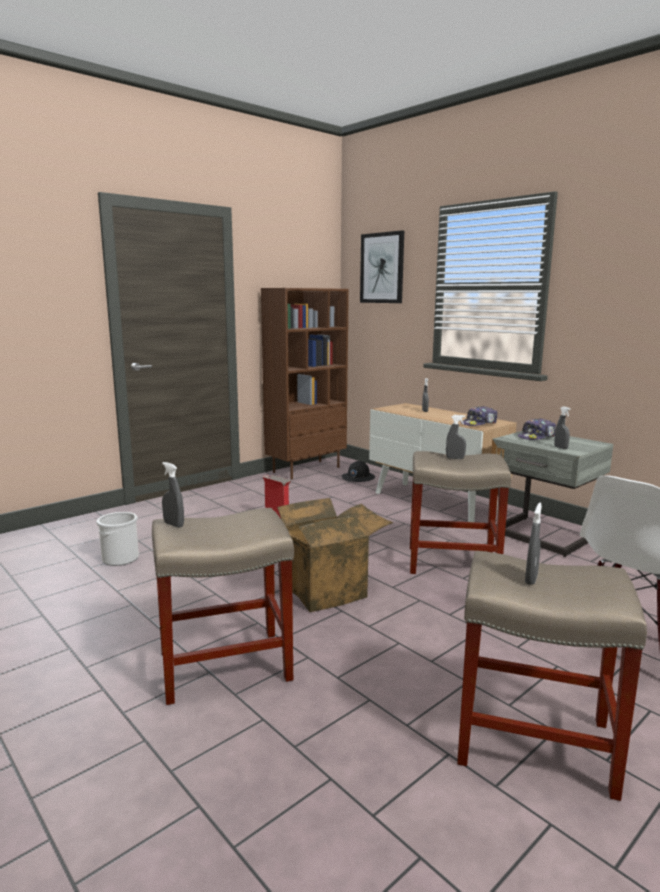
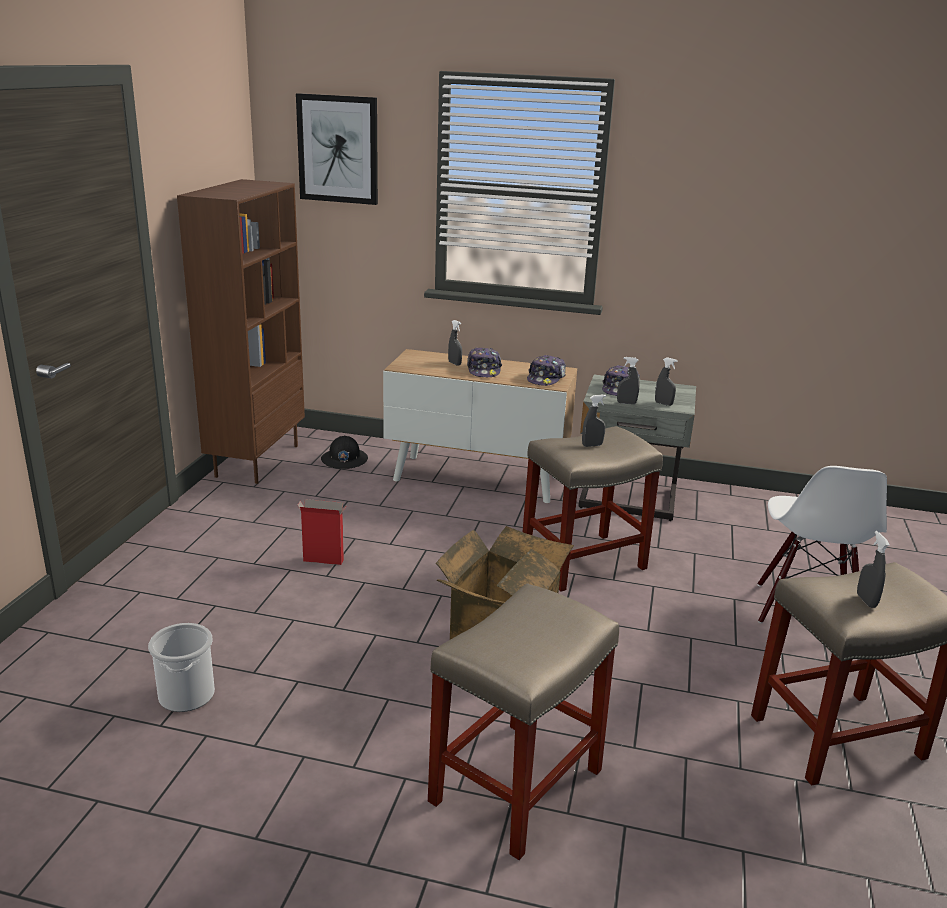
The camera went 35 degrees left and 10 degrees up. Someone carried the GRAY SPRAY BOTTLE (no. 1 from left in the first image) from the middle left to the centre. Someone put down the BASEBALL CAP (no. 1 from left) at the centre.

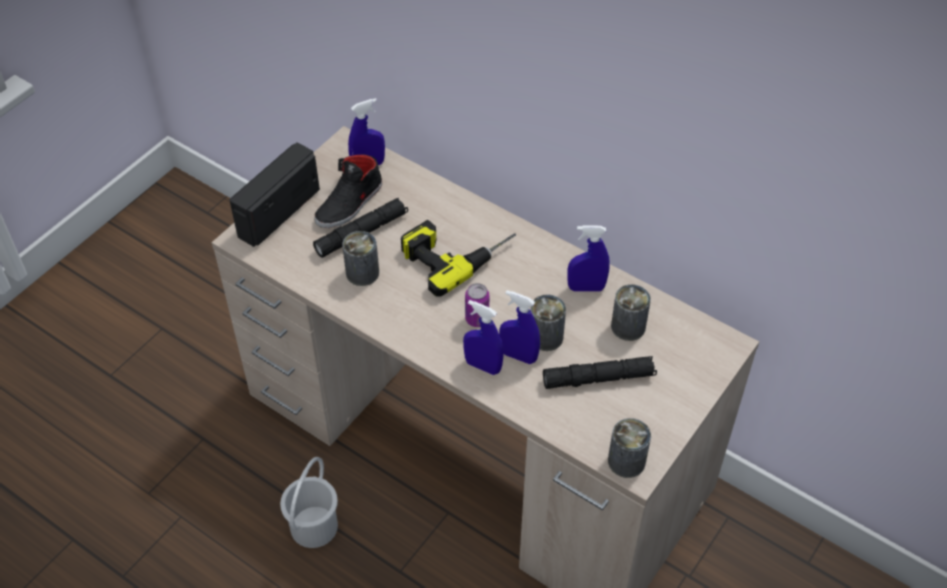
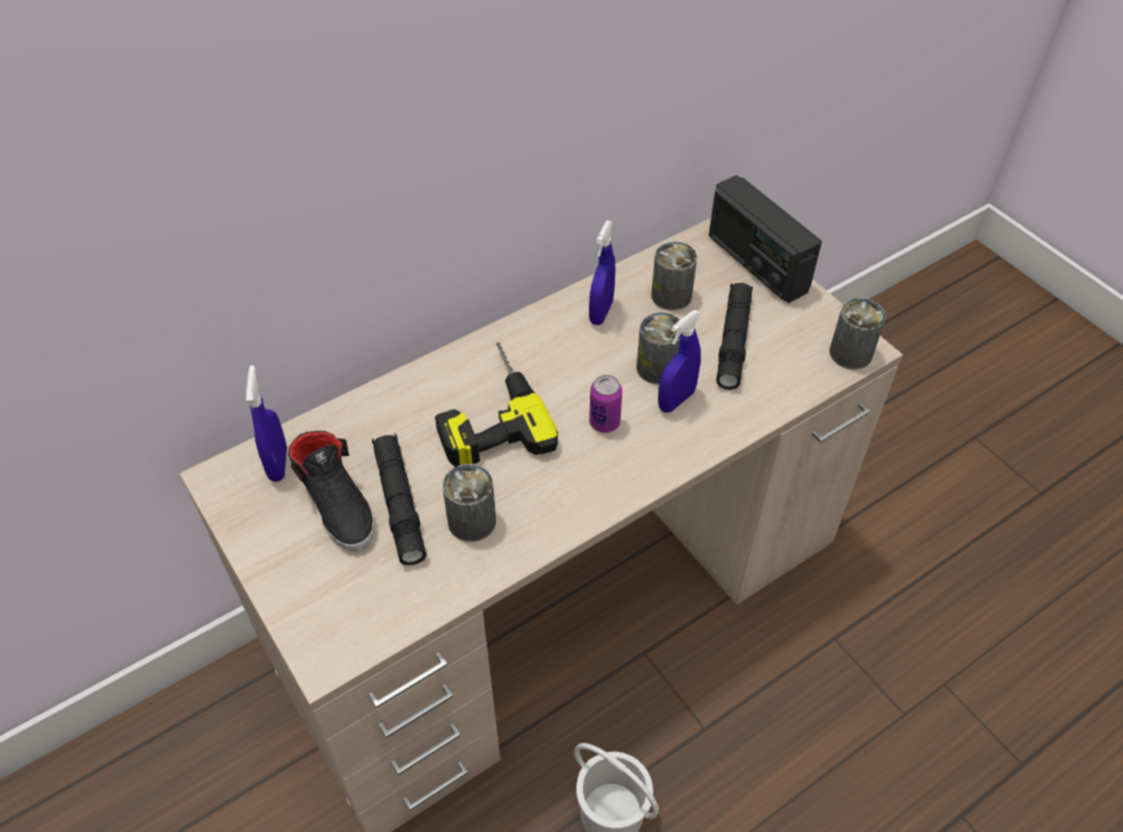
The camera went 70 degrees left and 0 degrees up. Someone carried the RADIO from the top left to the top right. Someone took away the BLUISH SPRAY BOTTLE (no. 2 from left) at the centre.

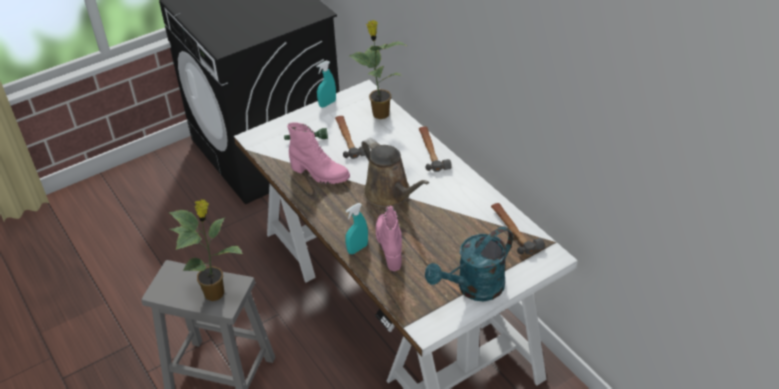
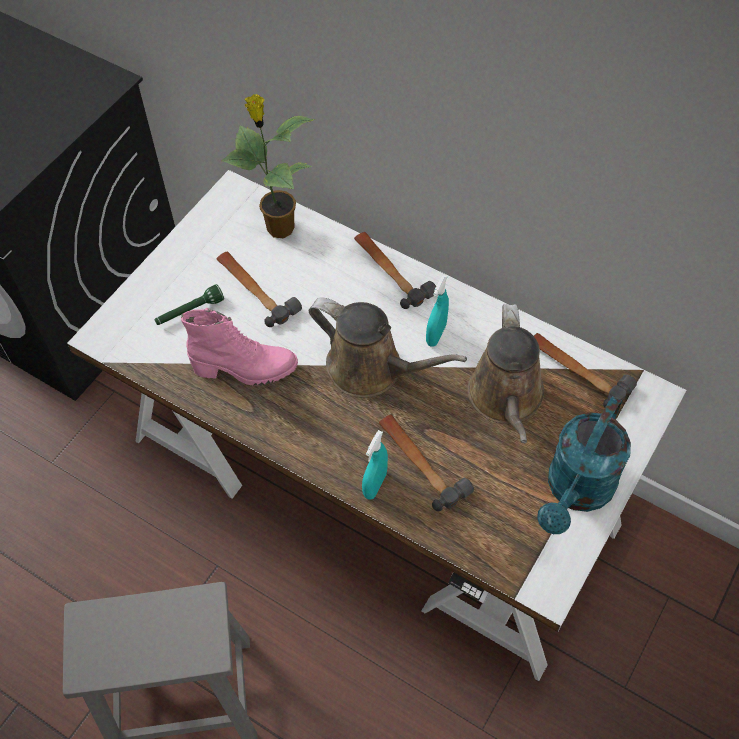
The camera went 25 degrees left and 15 degrees up. Someone carried the BLUE-GREEN SPRAY BOTTLE (no. 1 from left in the first image) from the top centre to the centre. Someone took away the HOUSEPLANT (no. 1 from left) at the middle left. Someone swapped the PINKISH TALL BOOT (no. 2 from left) at the centre for the HAMMER (no. 3 from left) at the centre. Someone put down the BROWN WATERING POT (no. 2 from left) at the middle right.

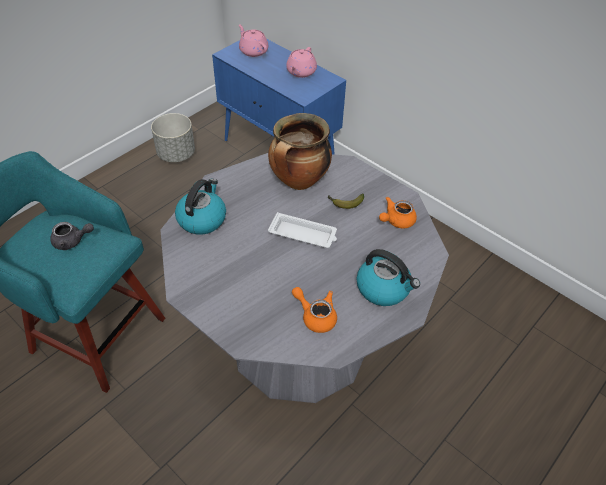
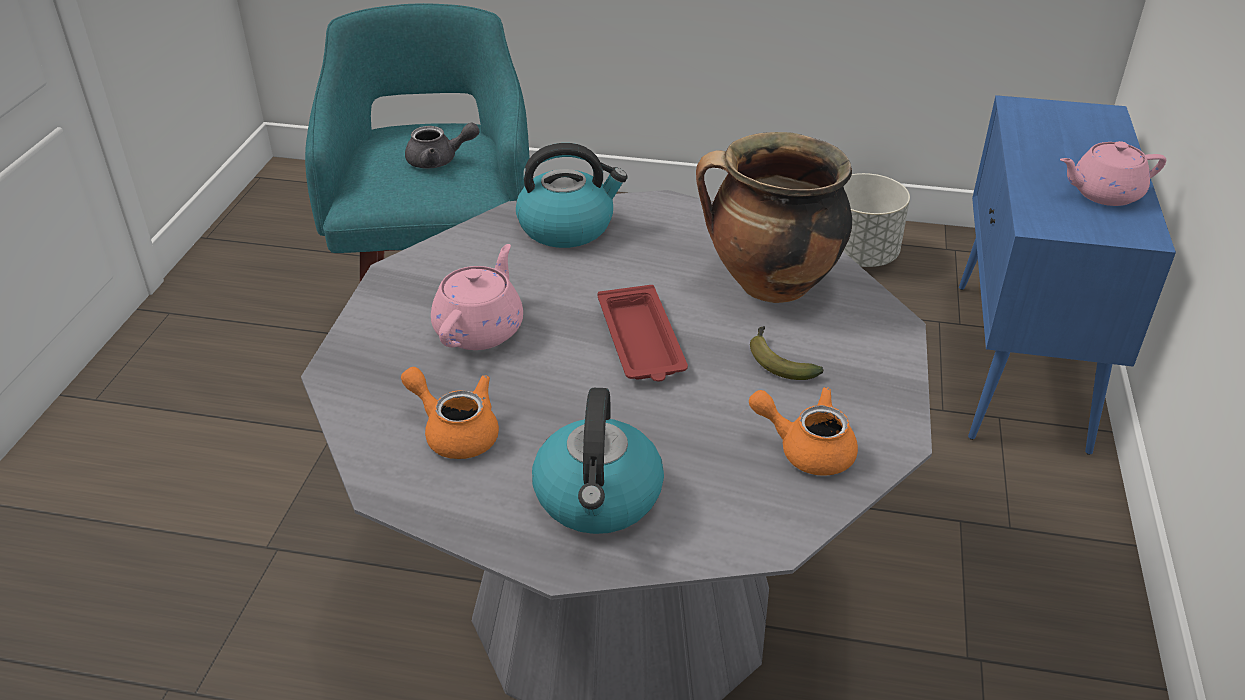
The camera went 60 degrees right and 10 degrees down. Someone carried the PINKISH POT FOR TEA (no. 1 from left) from the top centre to the centre. Someone repainted the WHITISH SERVING TRAY at the centre, which became the RED SERVING TRAY at the centre. Someone rotated the GRAY POT FOR TEA at the middle left by 60 degrees counterclockwise. Someone rotated the ORANGE POT FOR TEA (no. 1 from left) at the centre by 60 degrees counterclockwise.

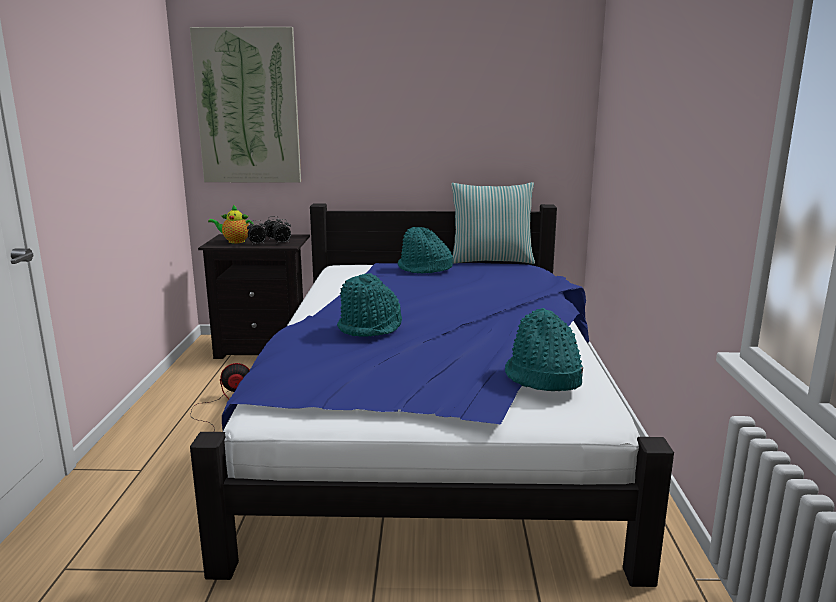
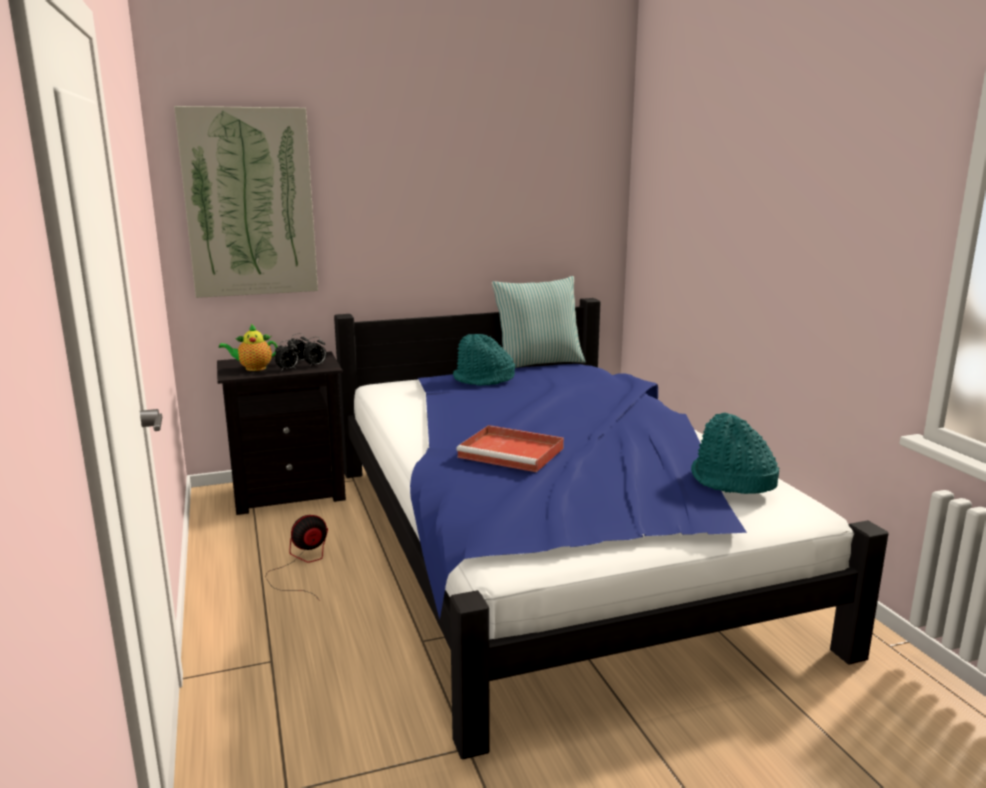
The camera went 20 degrees left and 0 degrees up. Someone swapped the BLUE-GREEN WEARABLE HAT (no. 1 from left) at the centre for the RED SERVING TRAY at the centre.

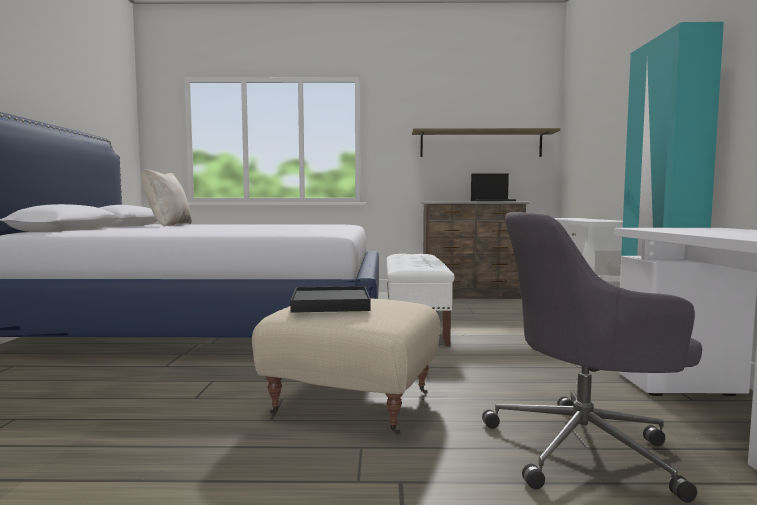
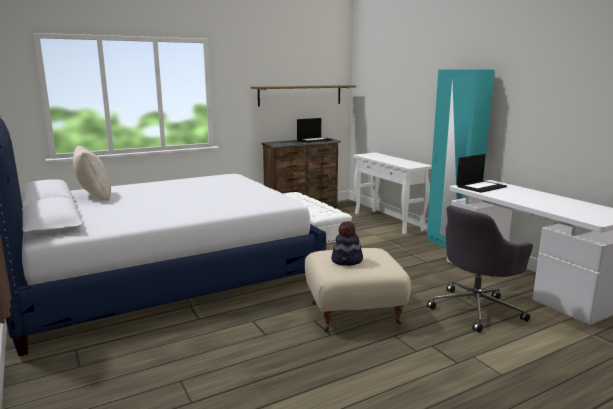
The camera went 30 degrees left and 10 degrees up. Someone swapped the BLACK-COLOURED SERVING TRAY at the centre for the WEARABLE HAT at the centre. Someone put down the NOTEBOOK COMPUTER (no. 2 from left) at the middle right.

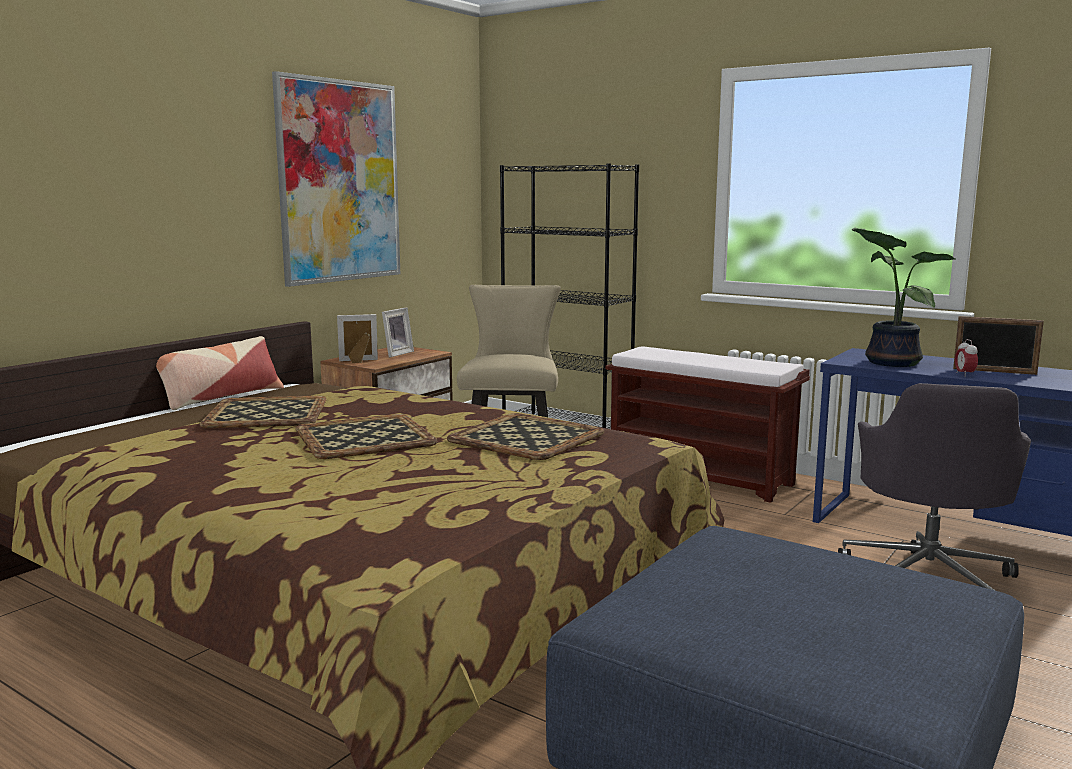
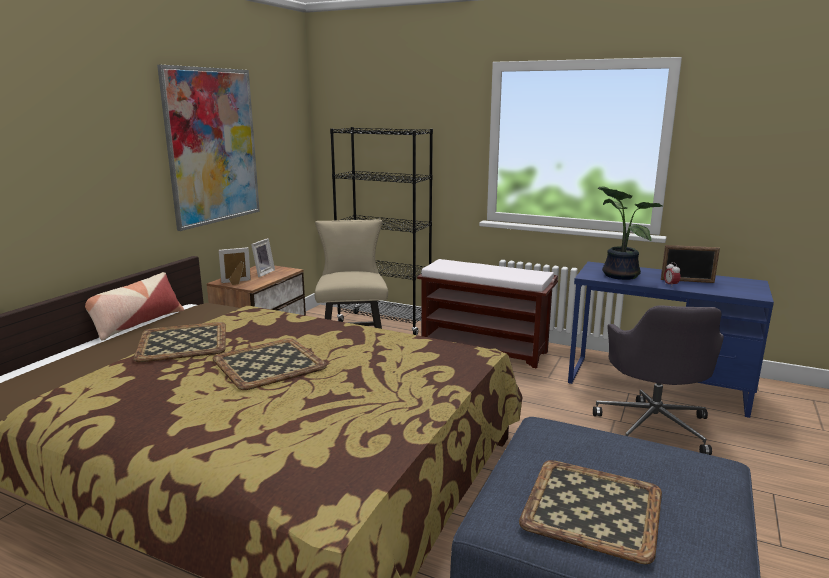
The camera went 10 degrees left and 5 degrees up. Someone carried the SERVING TRAY (no. 3 from left) from the centre to the bottom right.

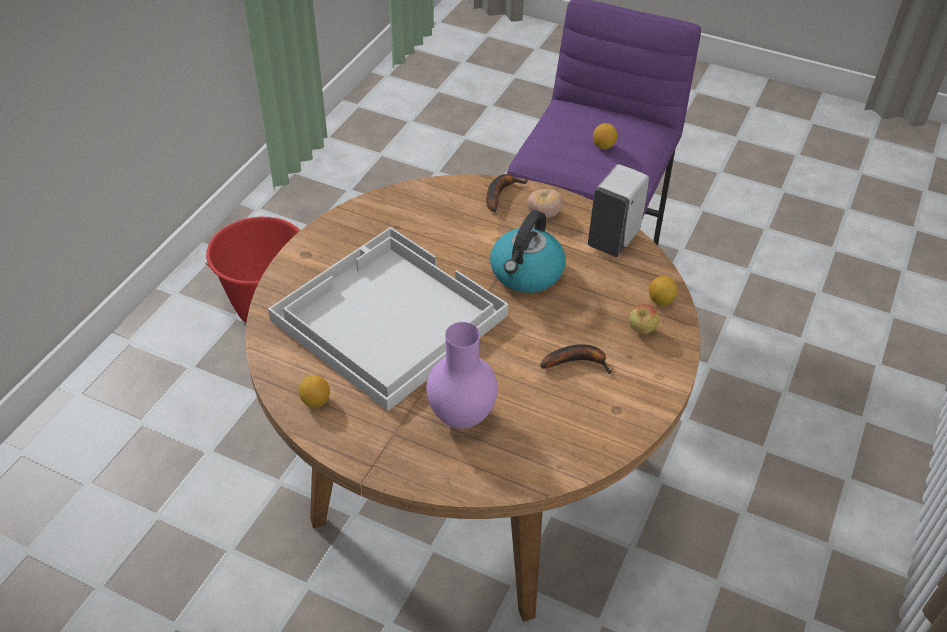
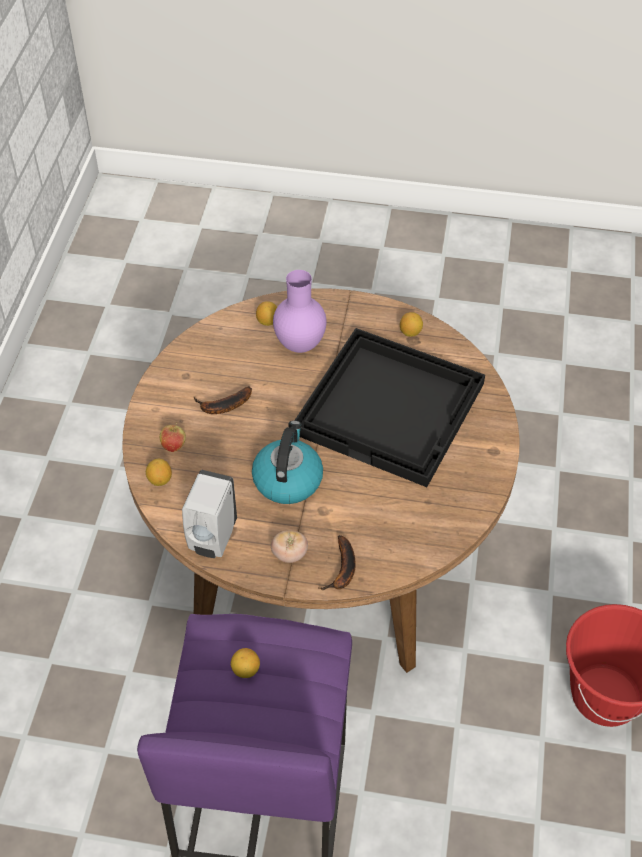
The camera went 165 degrees right and 5 degrees up. Someone repainted the WHITISH SERVING TRAY at the centre, which became the BLACK-COLOURED SERVING TRAY at the centre. Someone put down the CITRUS FRUIT (no. 3 from left) at the centre.

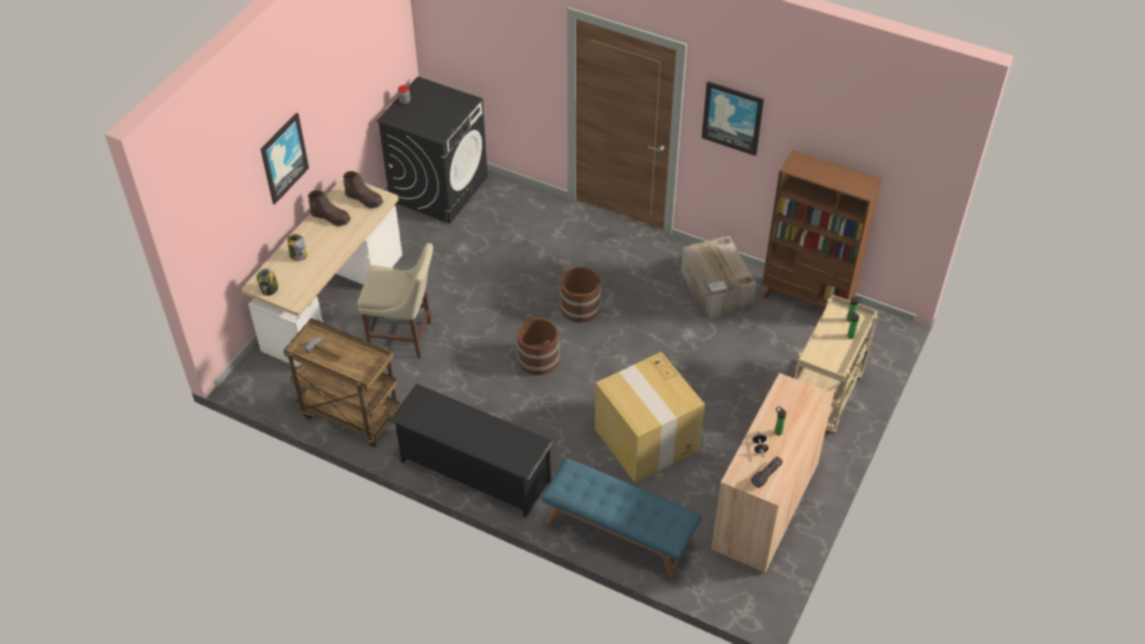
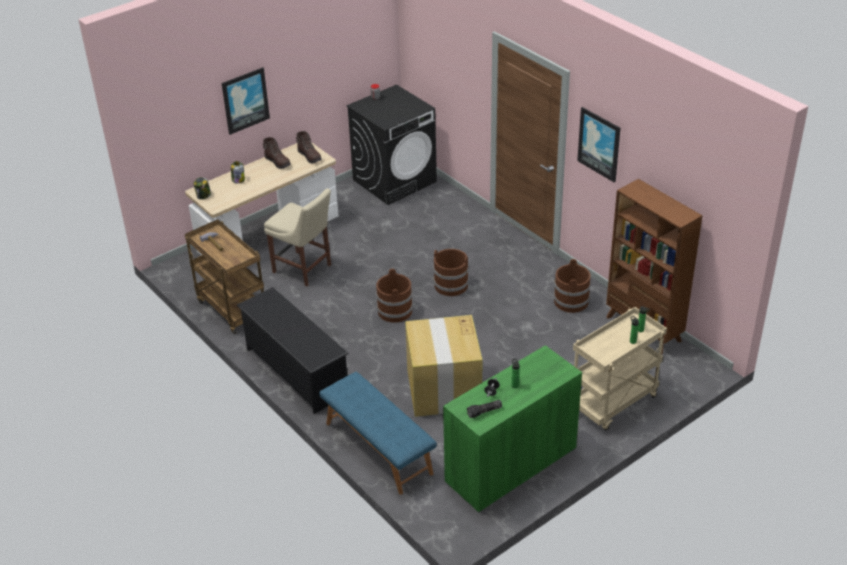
The camera went 25 degrees right and 10 degrees down. Someone swapped the CARTON (no. 2 from left) at the centre for the BROWN BUCKET (no. 3 from left) at the middle right. Someone repainted the BEIGE CUPBOARD at the bottom right, which became the GREENISH CUPBOARD at the bottom centre.

